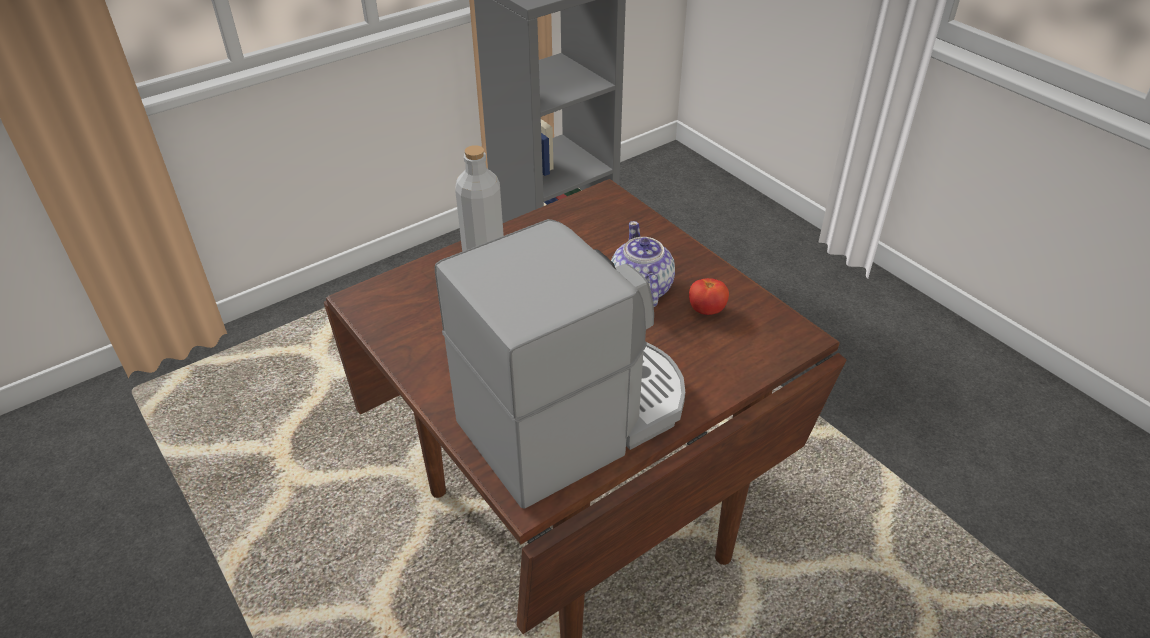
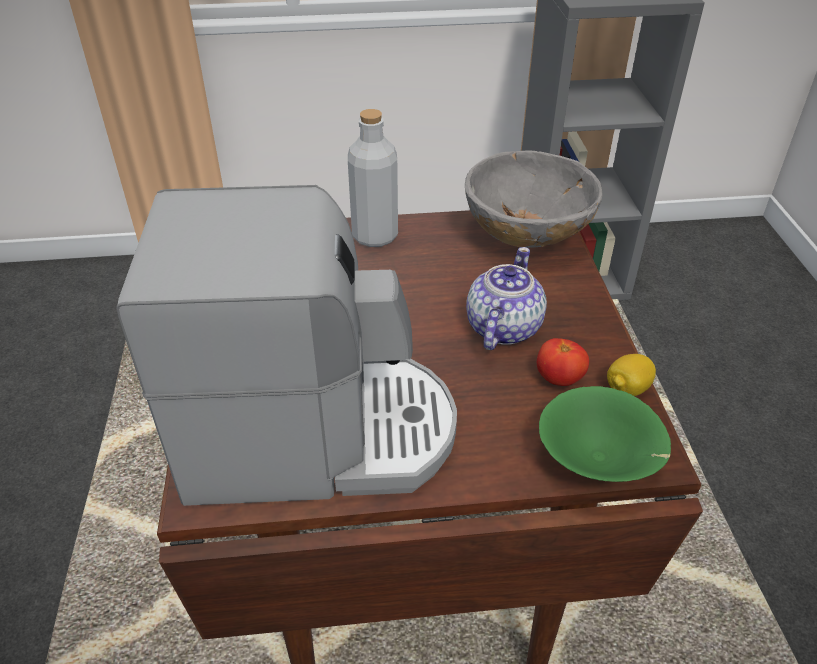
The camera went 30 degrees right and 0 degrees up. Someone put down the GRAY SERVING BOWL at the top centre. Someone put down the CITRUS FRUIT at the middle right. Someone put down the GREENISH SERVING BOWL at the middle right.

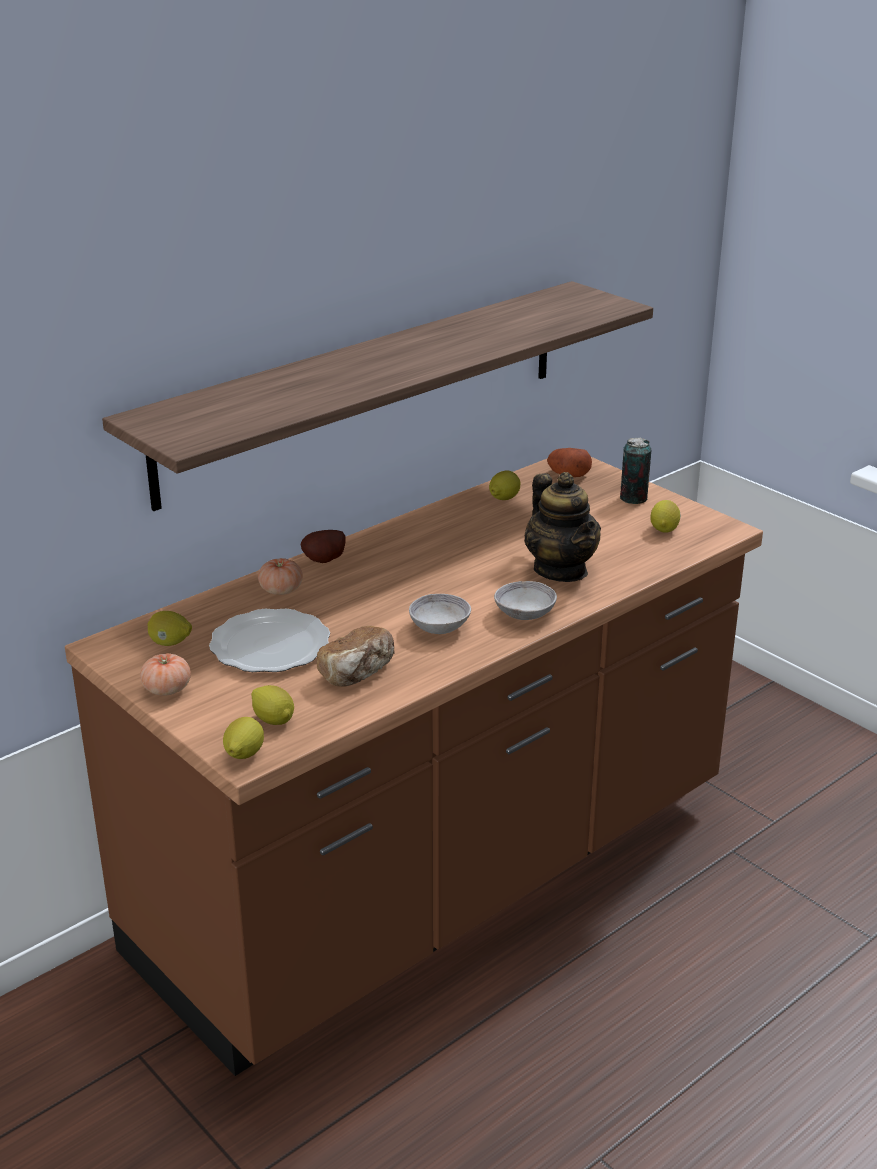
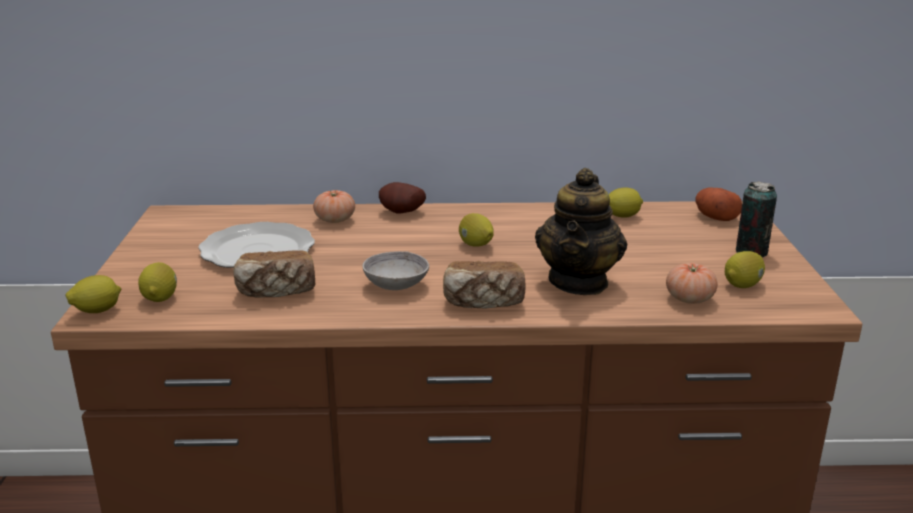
The camera went 40 degrees right and 5 degrees down. Someone took away the SHELF at the centre. Someone swapped the GRAY SERVING BOWL (no. 2 from left) at the centre for the BREAD (no. 2 from left) at the centre. Someone carried the CITRUS FRUIT (no. 1 from left in the first image) from the middle left to the centre. Someone carried the WHOLE TOMATO (no. 1 from left in the first image) from the middle left to the middle right.

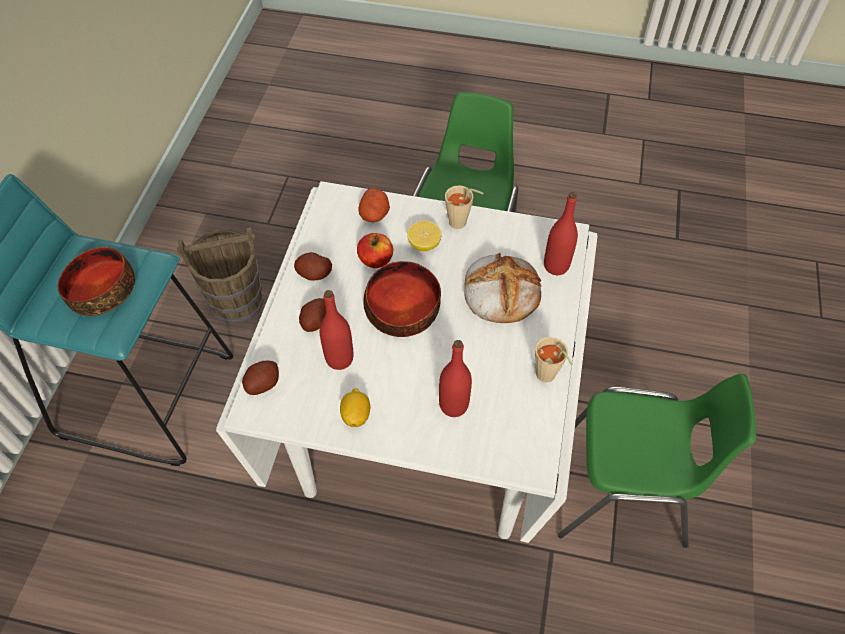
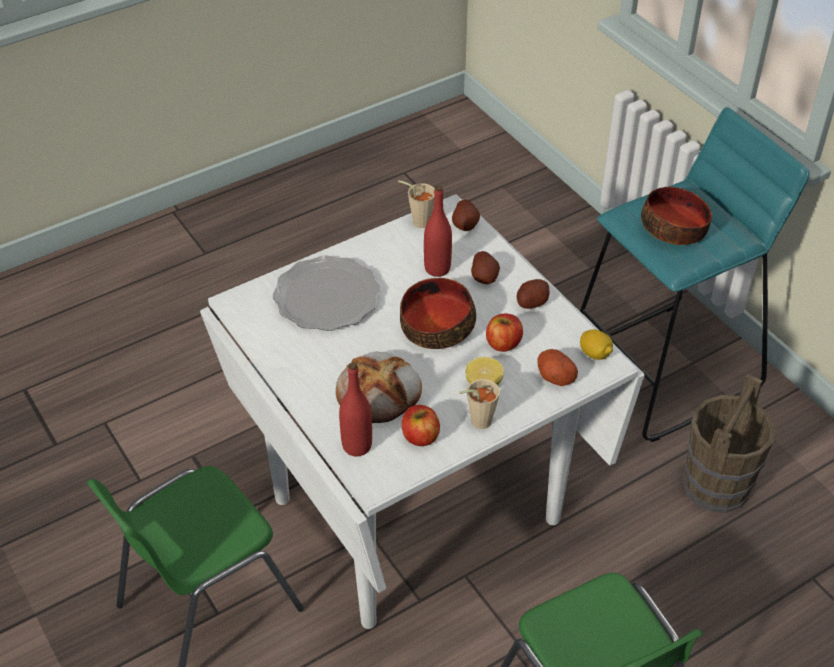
The camera went 135 degrees right and 10 degrees down. Someone carried the BEIGE SMALL CUP (no. 2 from left in the first image) from the centre to the top centre. Someone swapped the RED BEVERAGE BOTTLE (no. 2 from left) at the centre for the PLATE at the centre. Someone carried the CITRUS FRUIT (no. 1 from left in the first image) from the centre to the middle right. Someone put down the WHOLE APPLE (no. 1 from left) at the centre.

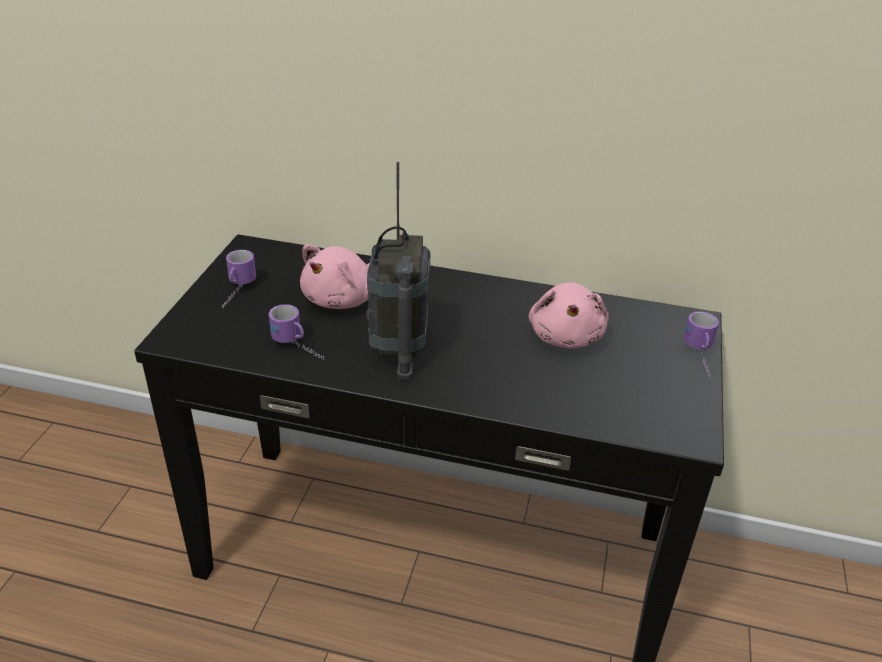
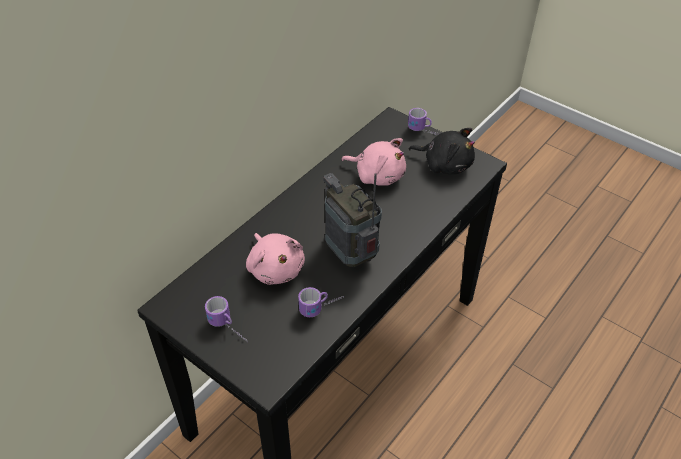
The camera went 65 degrees left and 10 degrees up. Someone rotated the RADIO at the centre by 150 degrees counterclockwise. Someone put down the BLACK-COLOURED SOFT TOY at the top centre.

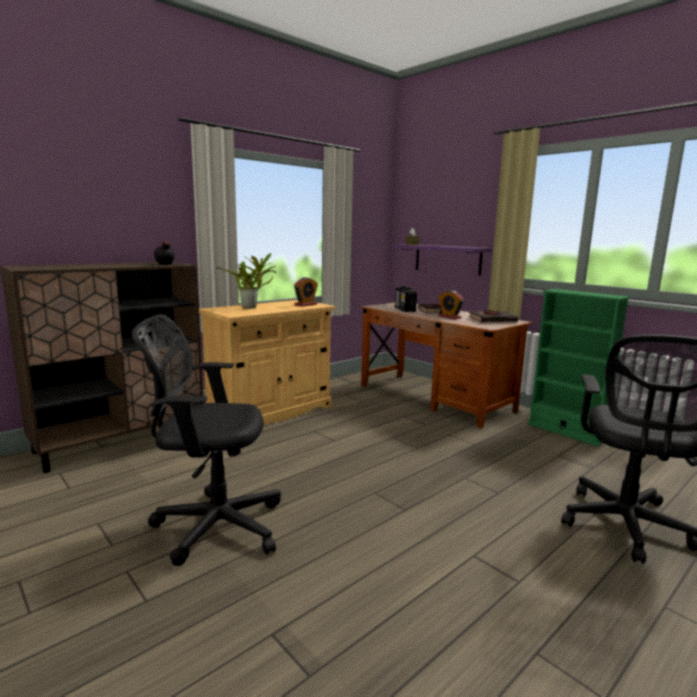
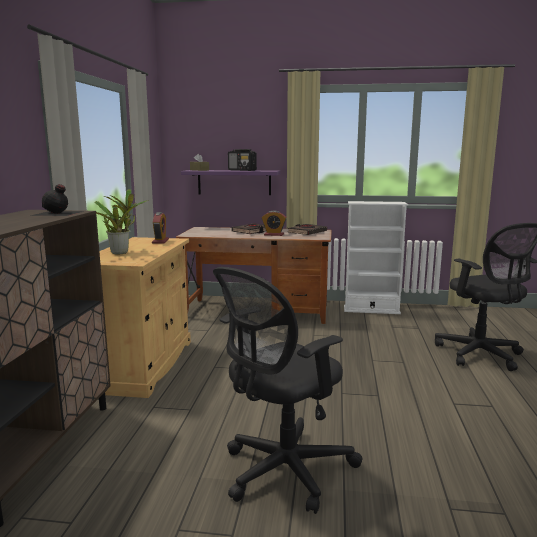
The camera went 40 degrees left and 0 degrees up. Someone carried the RADIO from the centre to the top centre. Someone repainted the GREENISH SHELVING UNIT at the middle right, which became the WHITISH SHELVING UNIT at the middle right.

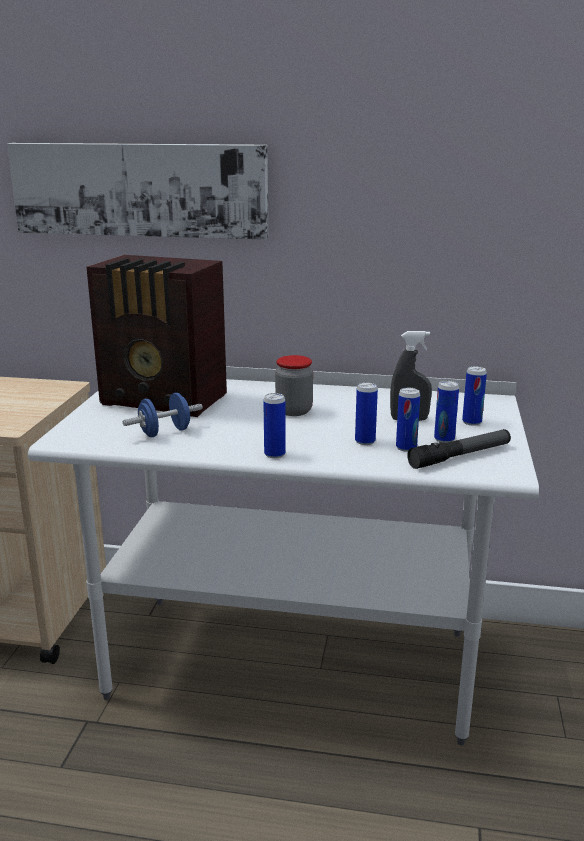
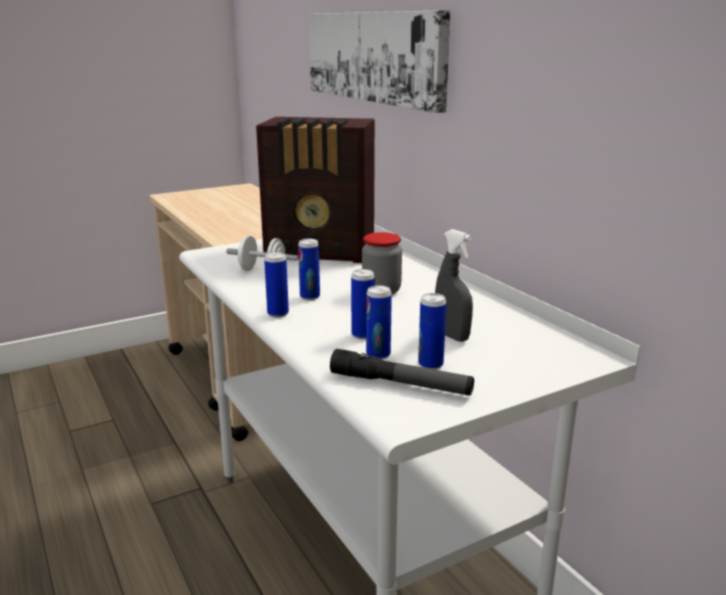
The camera went 50 degrees right and 0 degrees up. Someone rotated the RADIO at the middle left by 60 degrees counterclockwise. Someone carried the METAL CAN (no. 5 from left in the first image) from the middle right to the centre. Someone repainted the BLUISH FREE WEIGHT at the middle left, which became the WHITISH FREE WEIGHT at the centre.

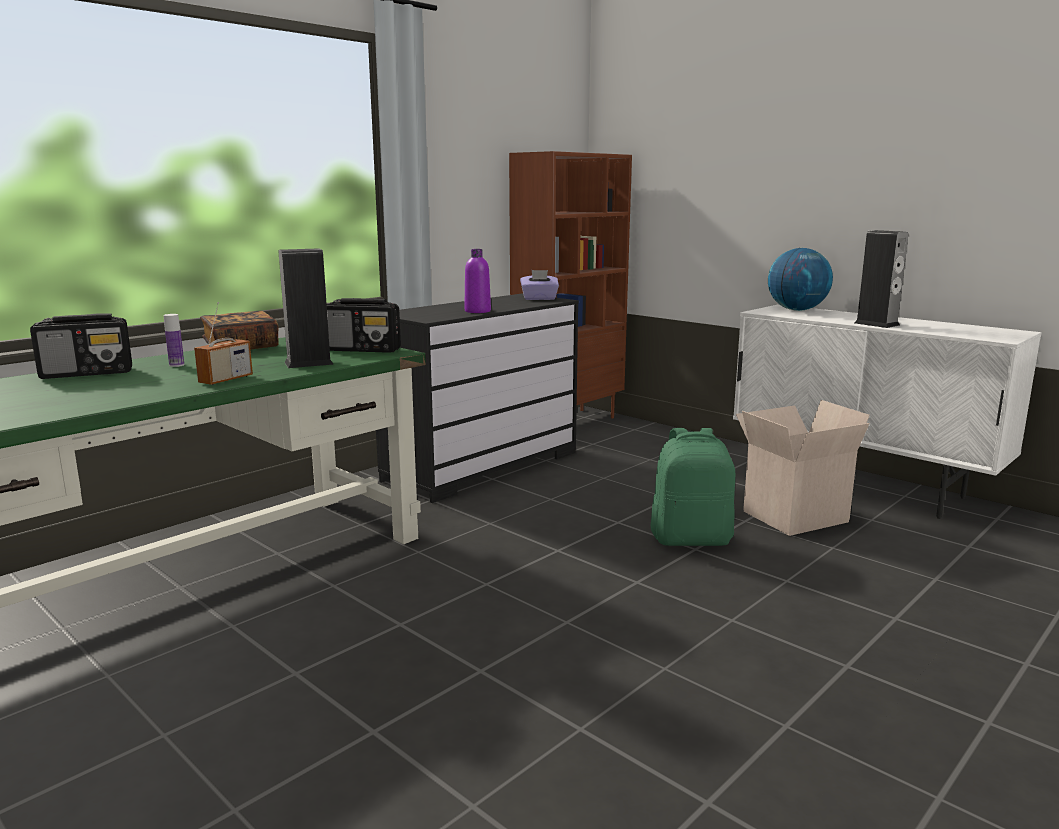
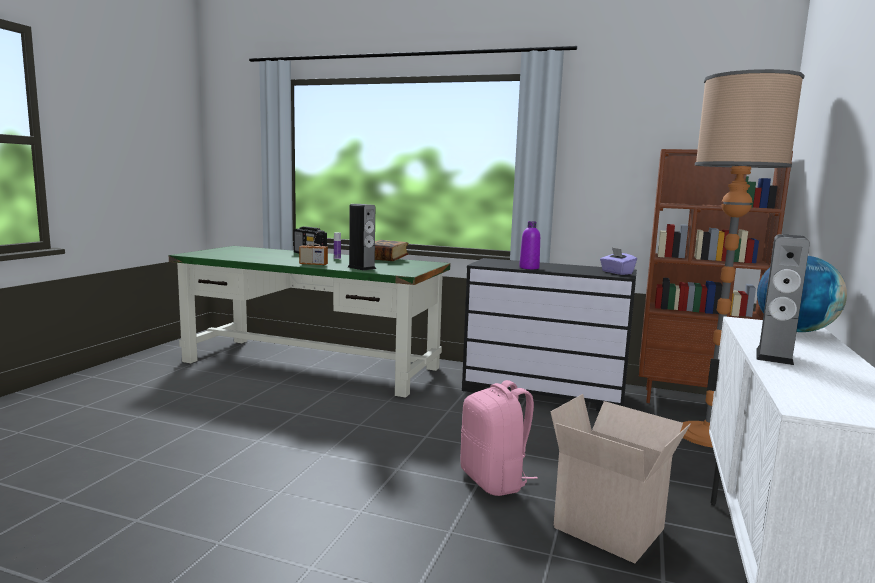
The camera went 65 degrees right and 5 degrees down. Someone took away the RADIO (no. 3 from left) at the centre. Someone repainted the GREENISH BACKPACK at the centre, which became the PINKISH BACKPACK at the bottom centre. Someone put down the STANDARD LAMP at the middle right.

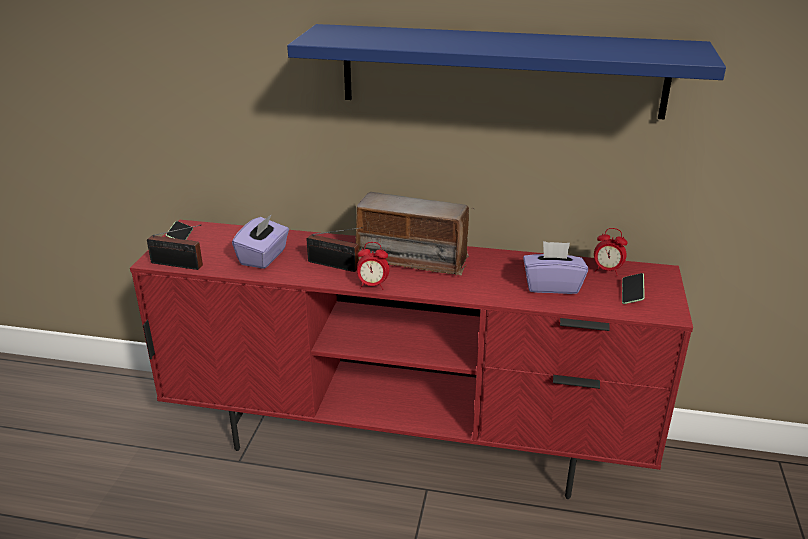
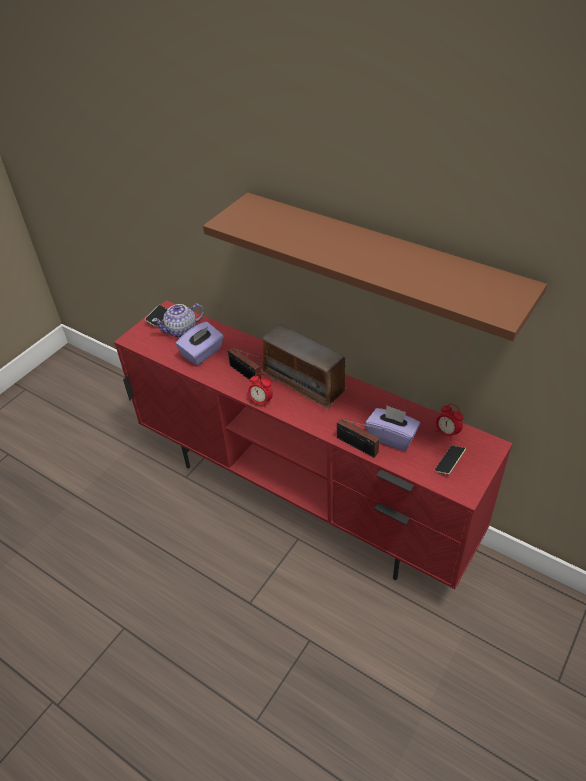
The camera went 25 degrees right and 15 degrees up. Someone repainted the BLUISH SHELF at the top centre, which became the BROWN SHELF at the centre. Someone carried the RADIO (no. 1 from left in the first image) from the middle left to the centre. Someone put down the POT FOR TEA at the middle left.

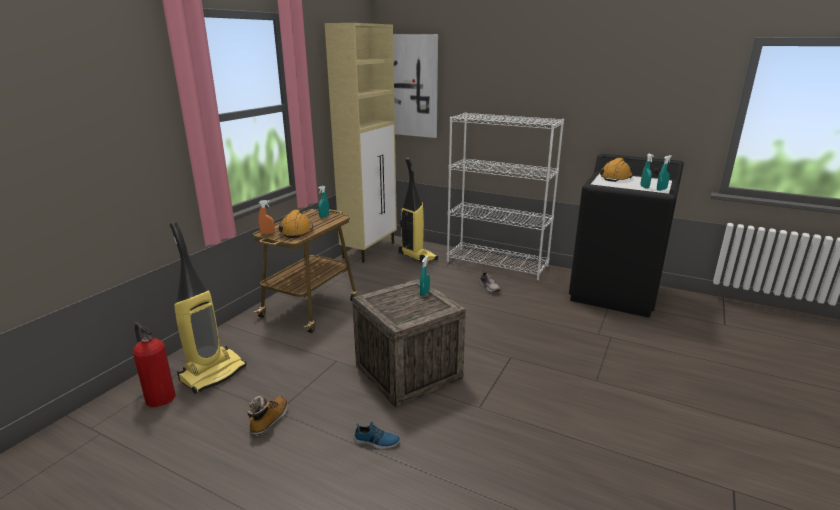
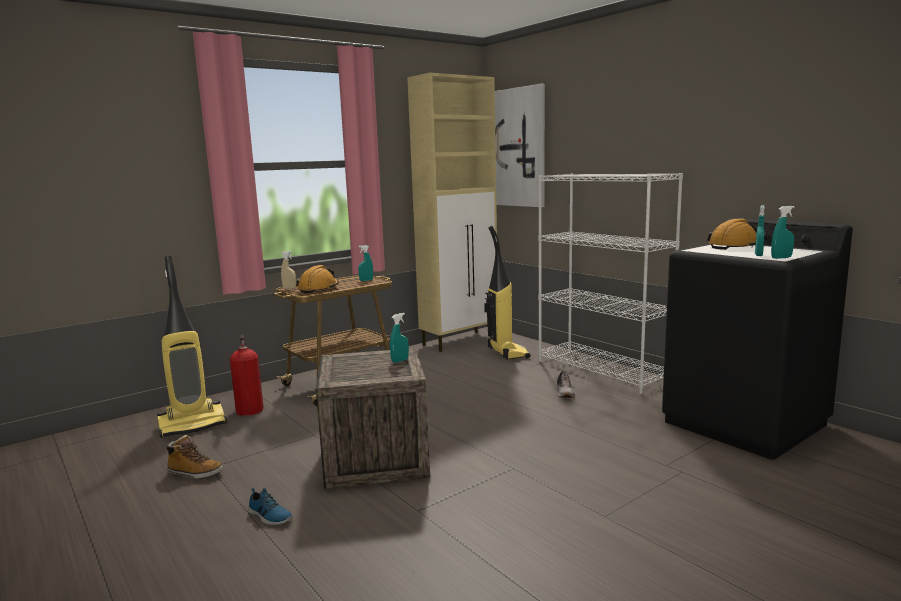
The camera went 25 degrees right and 10 degrees down. Someone repainted the ORANGE SPRAY BOTTLE at the middle left, which became the BEIGE SPRAY BOTTLE at the middle left. Someone carried the FIRE EXTINGUISHER from the bottom left to the middle left. Someone rotated the TALL BOOT at the bottom left by 60 degrees clockwise.

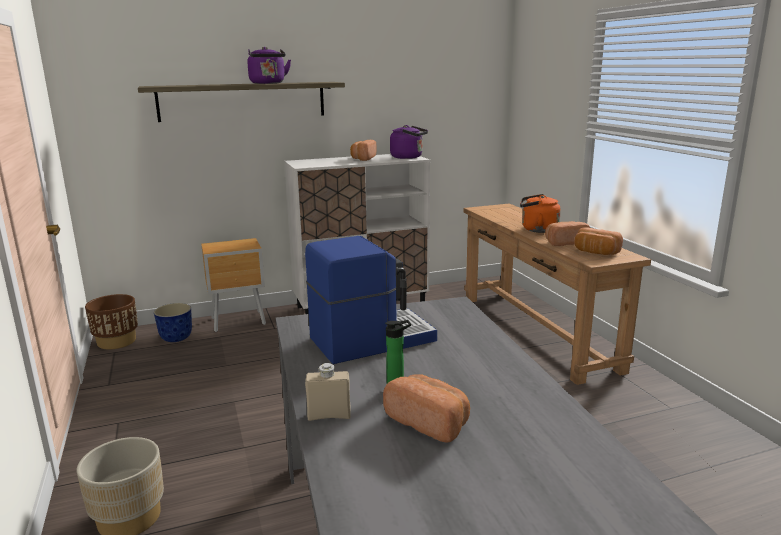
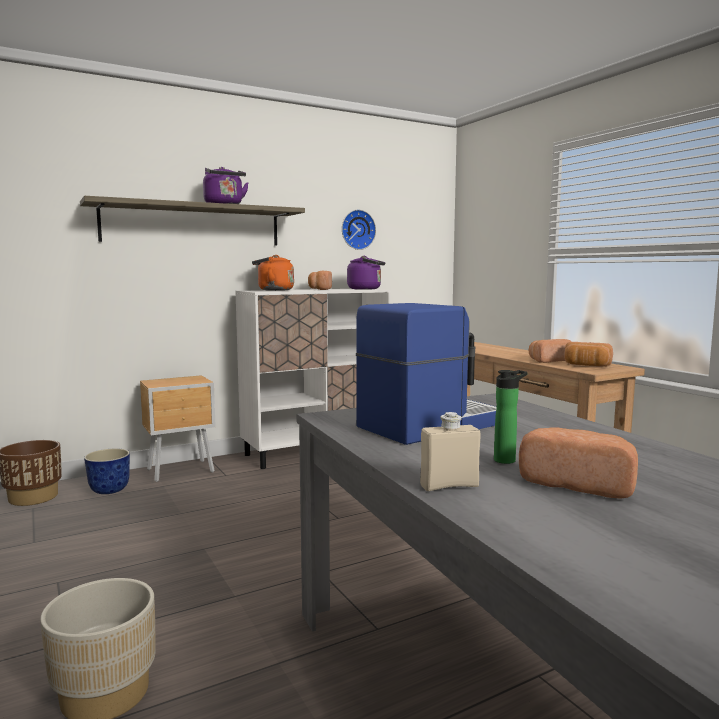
The camera went 10 degrees left and 10 degrees down. Someone carried the ORANGE KETTLE from the middle right to the centre. Someone put up the HANGING CLOCK at the top centre.

